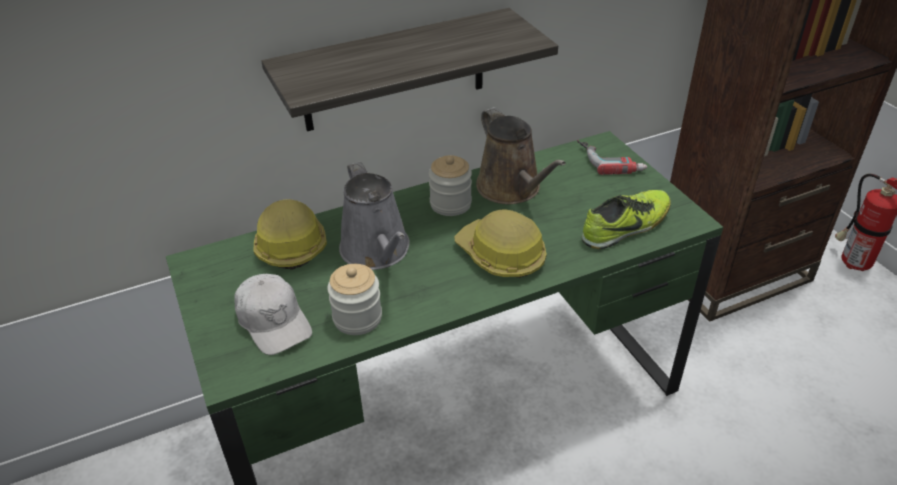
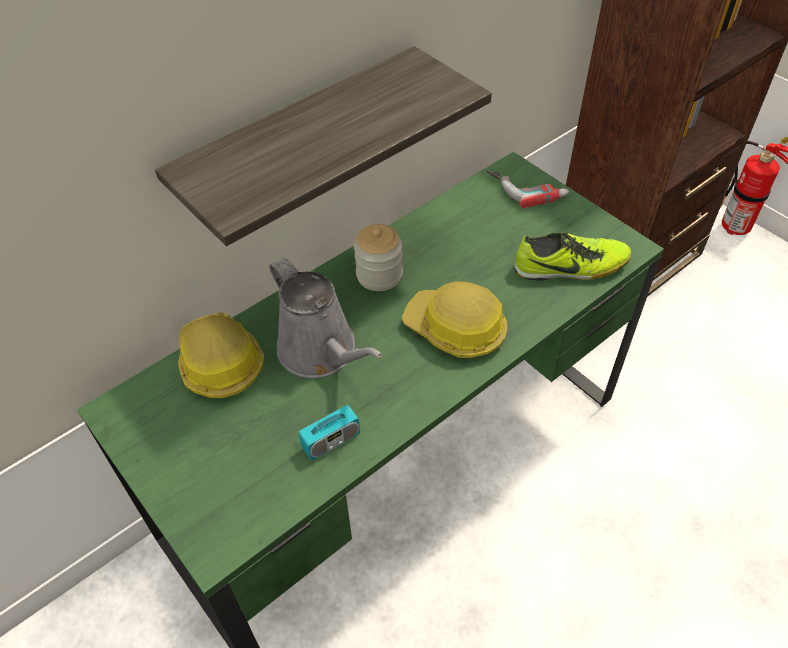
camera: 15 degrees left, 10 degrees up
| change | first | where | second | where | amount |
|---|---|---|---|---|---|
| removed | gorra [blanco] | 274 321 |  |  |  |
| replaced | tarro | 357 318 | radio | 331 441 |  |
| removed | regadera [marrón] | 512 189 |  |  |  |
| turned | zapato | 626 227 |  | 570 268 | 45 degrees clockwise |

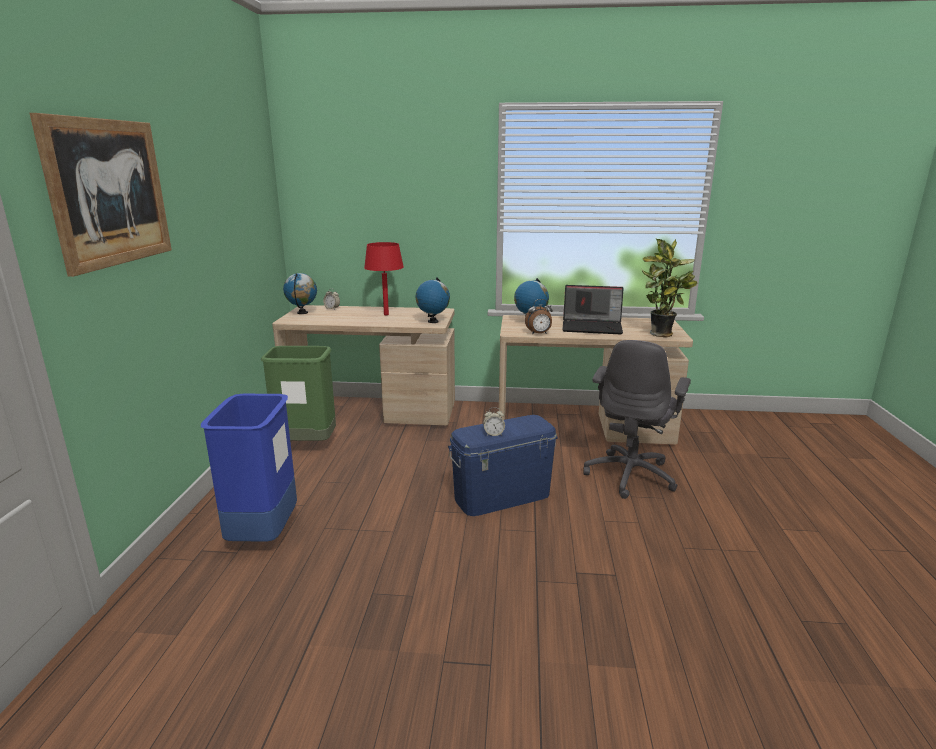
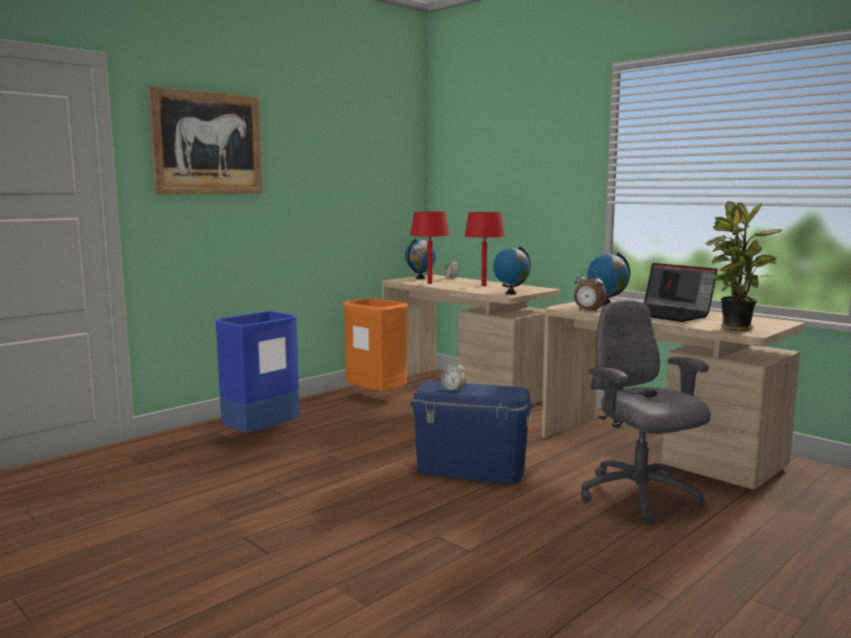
camera: 40 degrees right, 10 degrees down
| change | first | where | second | where | amount |
|---|---|---|---|---|---|
| recoloured | papelera [verde] | 306 445 | papelera [naranja] | 376 397 |  |
| turned | silla de oficina [gris] | 630 475 |  | 639 497 | 90 degrees clockwise |
| added |  |  | lámpara de mesa [rojo] | 430 283 |  |

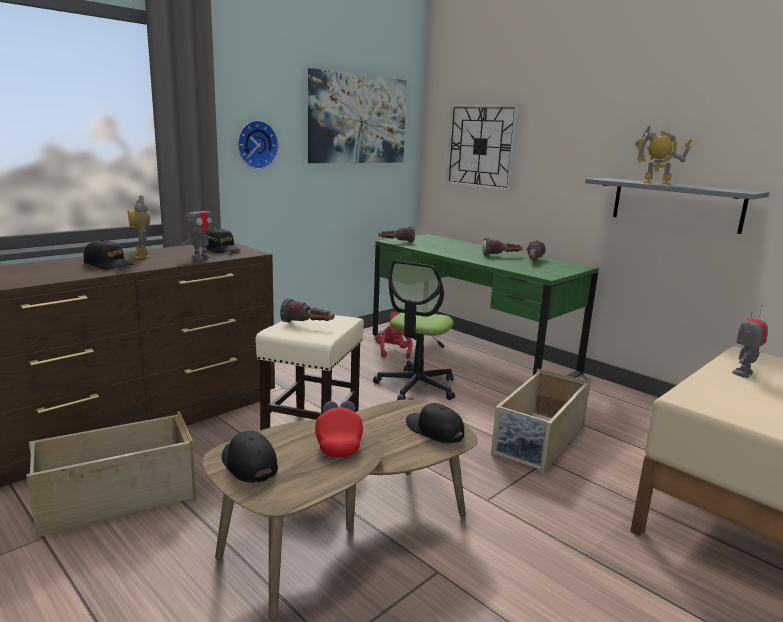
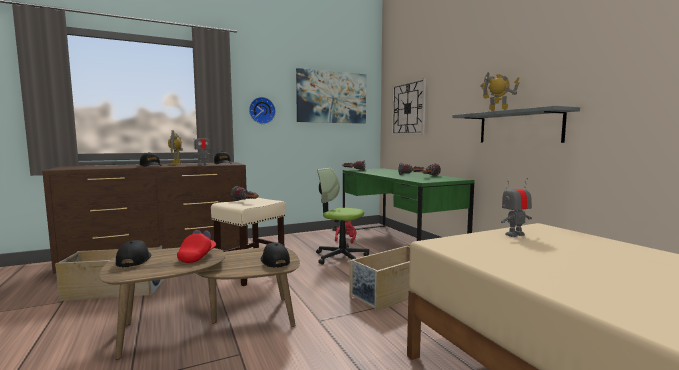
camera: 20 degrees right, 10 degrees down
| change | first | where | second | where | amount |
|---|---|---|---|---|---|
| turned | silla de oficina | 416 386 |  | 341 257 | 75 degrees clockwise |

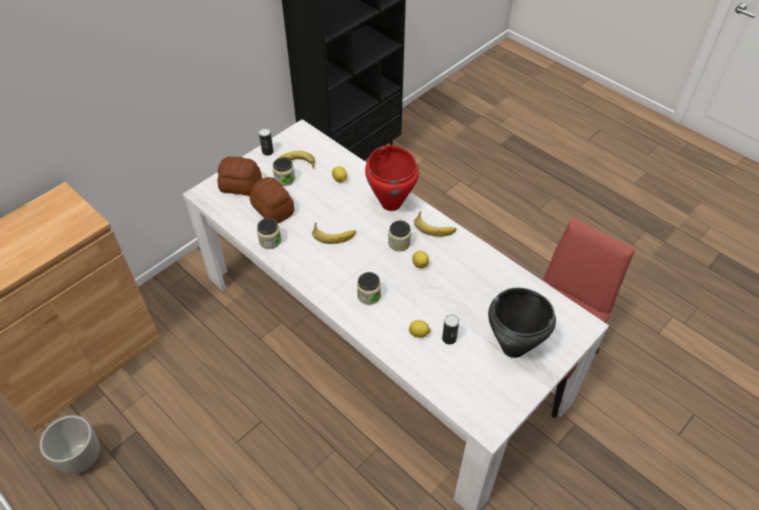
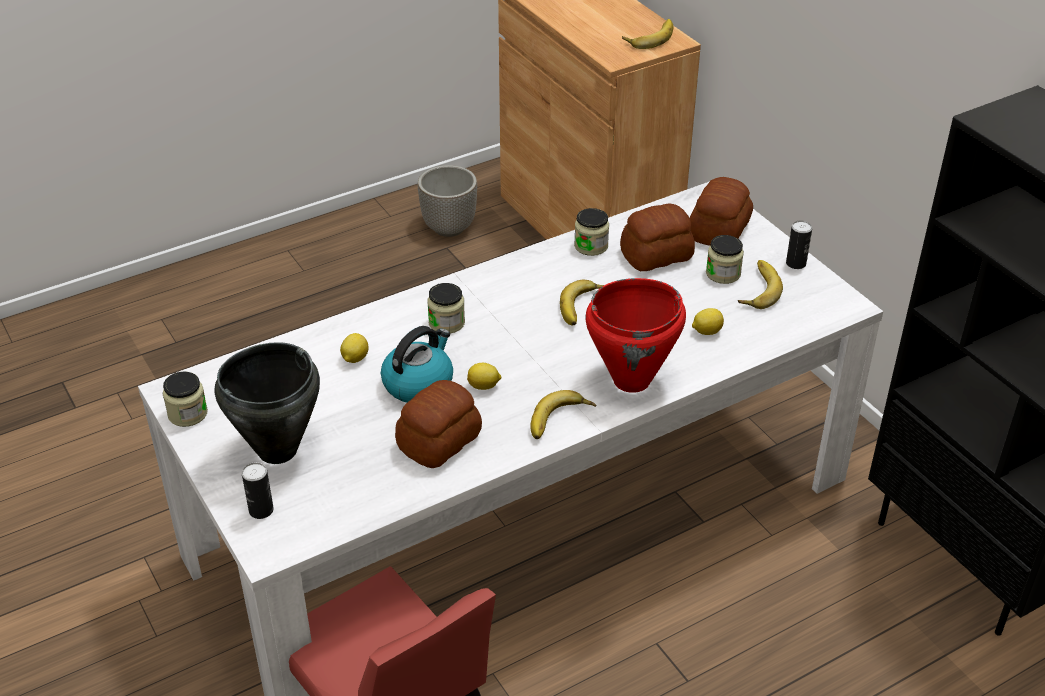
camera: 105 degrees right, 10 degrees down
| change | first | where | second | where | amount |
|---|---|---|---|---|---|
| moved | tarro | 399 243 |  | 187 414 |  |
| moved | lata | 449 338 |  | 261 510 |  |
| added |  |  | hervidor | 418 383 |  |
| added |  |  | pan | 441 441 |  |
| added |  |  | plátano | 649 37 |  |

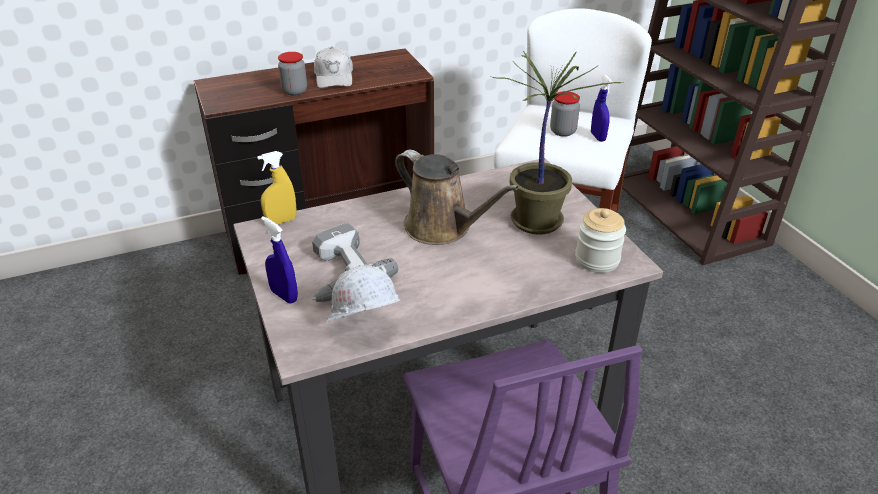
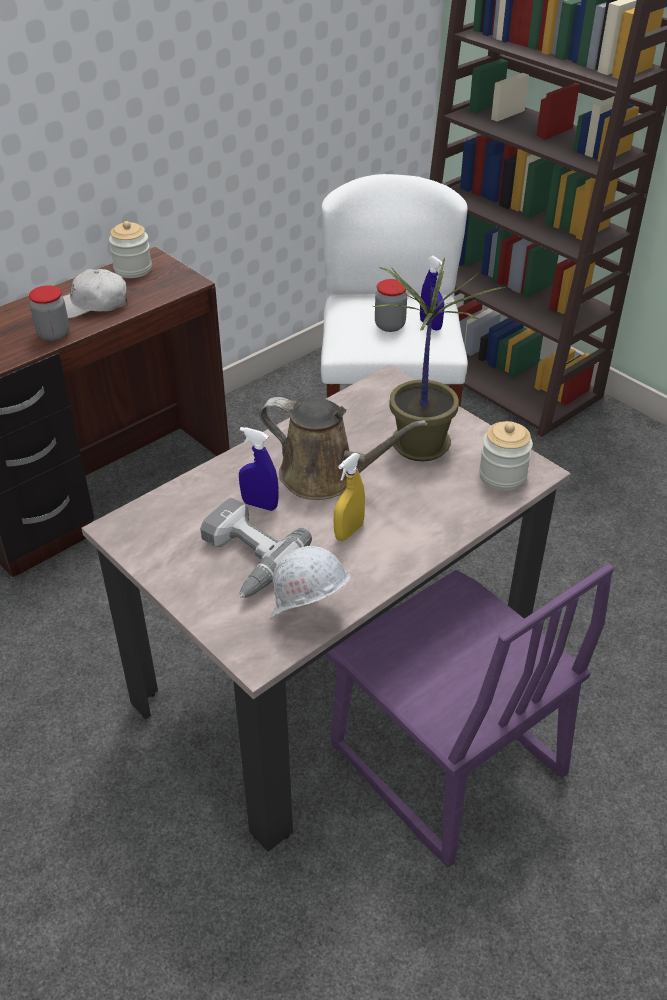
camera: 20 degrees left, 5 degrees up
| change | first | where | second | where | amount |
|---|---|---|---|---|---|
| moved | pulverizador [amarillo] | 281 221 |  | 349 532 |  |
| moved | pulverizador [azul] | 284 296 |  | 260 505 |  |
| turned | gorra [blanco] | 334 77 |  | 92 305 | 105 degrees clockwise |
| added |  |  | tarro | 133 269 |  |

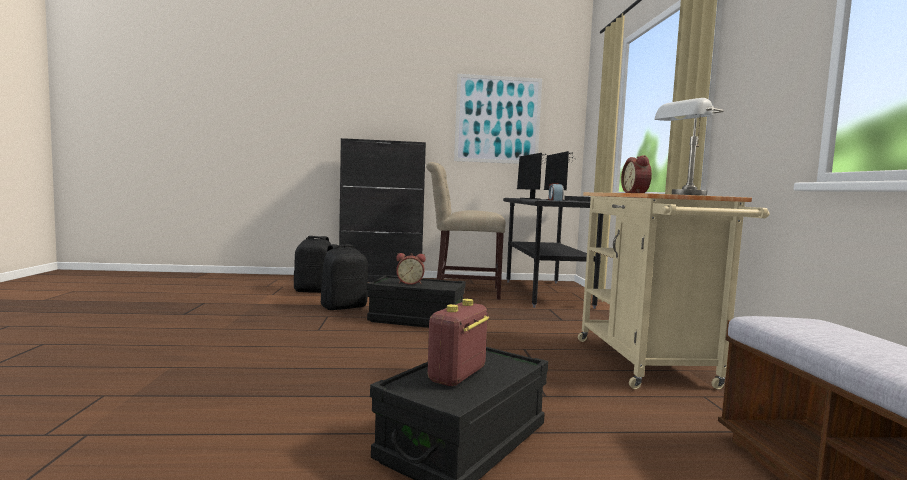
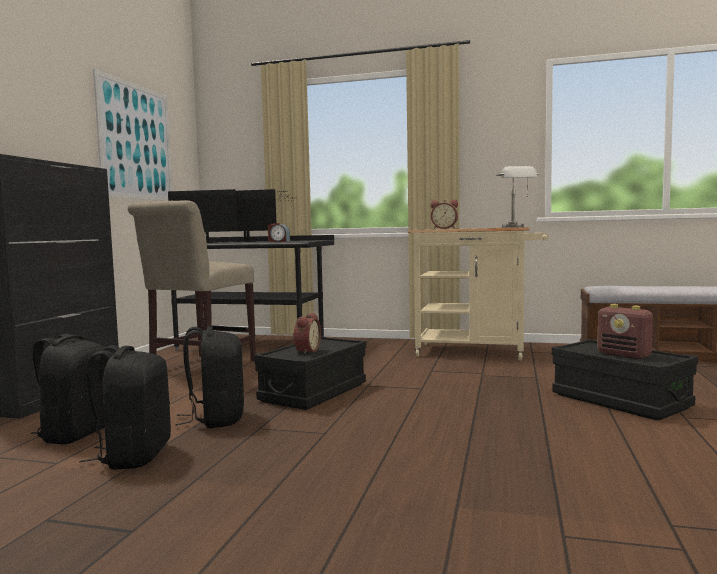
camera: 70 degrees left, 0 degrees up
| change | first | where | second | where | amount |
|---|---|---|---|---|---|
| added |  |  | mochila [negro] | 133 456 |  |

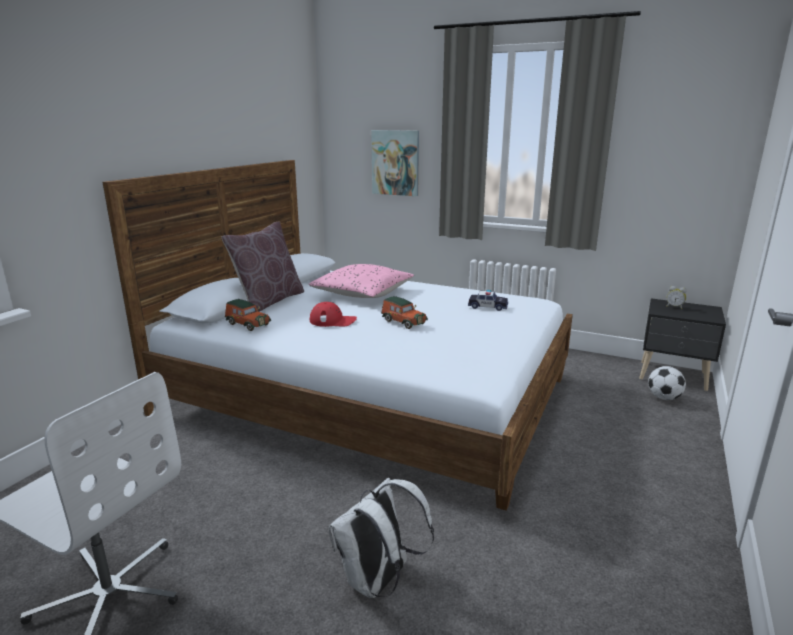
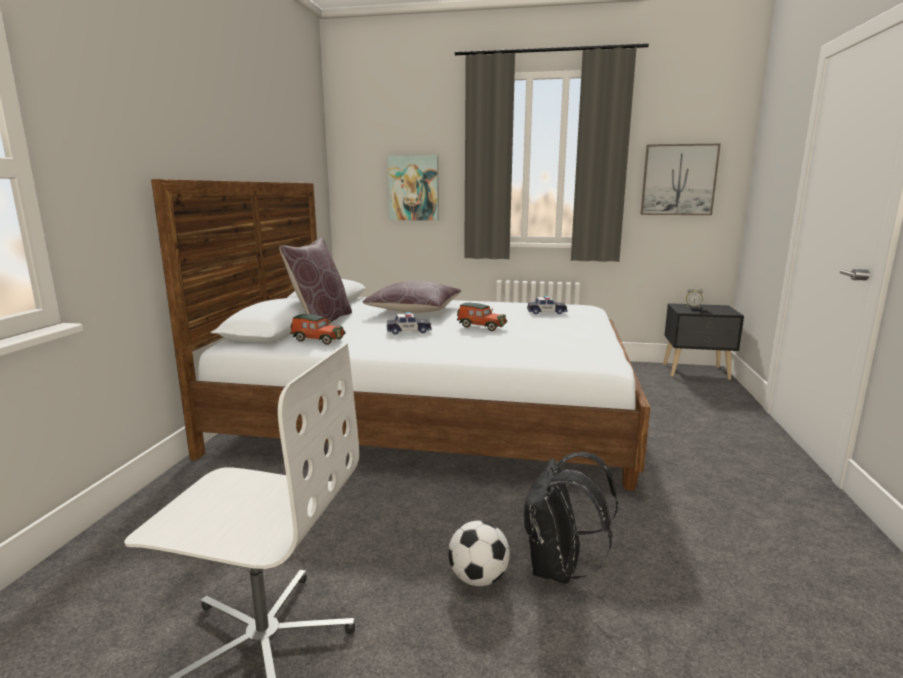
camera: 15 degrees left, 5 degrees down
| change | first | where | second | where | amount |
|---|---|---|---|---|---|
| recoloured | cojín [rosa] | 363 293 | cojín [marrón] | 414 310 |  |
| replaced | gorra [rojo] | 333 321 | coche de juguete | 408 331 |  |
| recoloured | mochila [blanco] | 378 581 | mochila [negro] | 559 569 |  |
| moved | balón de fútbol | 664 398 |  | 478 578 |  |
| added |  |  | cuadro | 678 180 |  |

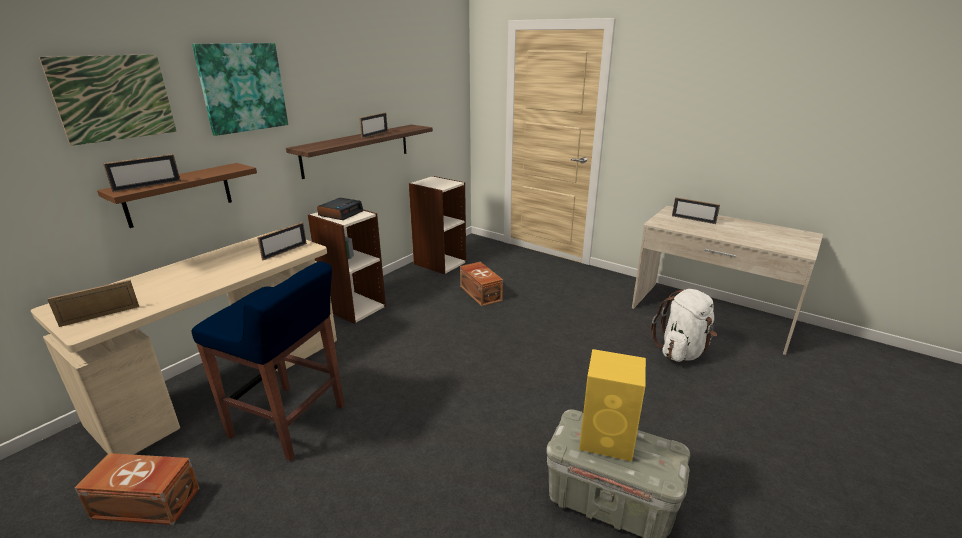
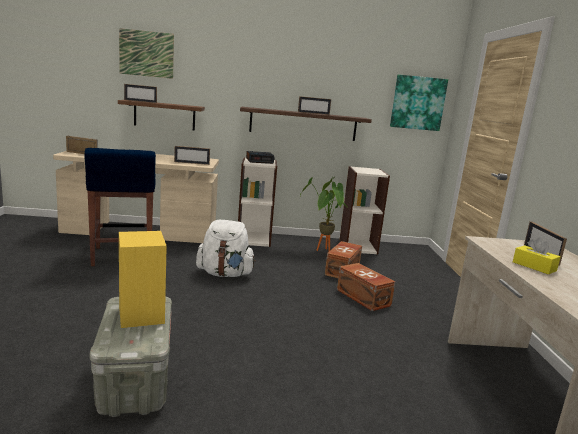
camera: 50 degrees right, 10 degrees down
| change | first | where | second | where | amount |
|---|---|---|---|---|---|
| moved | caja de almacenaje [marrón] | 146 504 |  | 363 298 |  |
| moved | cuadro | 242 87 |  | 418 103 |  |
| moved | mochila [blanco] | 682 351 |  | 225 274 |  |
| added |  |  | planta en maceta | 322 251 |  |
| added |  |  | caja de pañuelos [amarillo] | 534 266 |  |

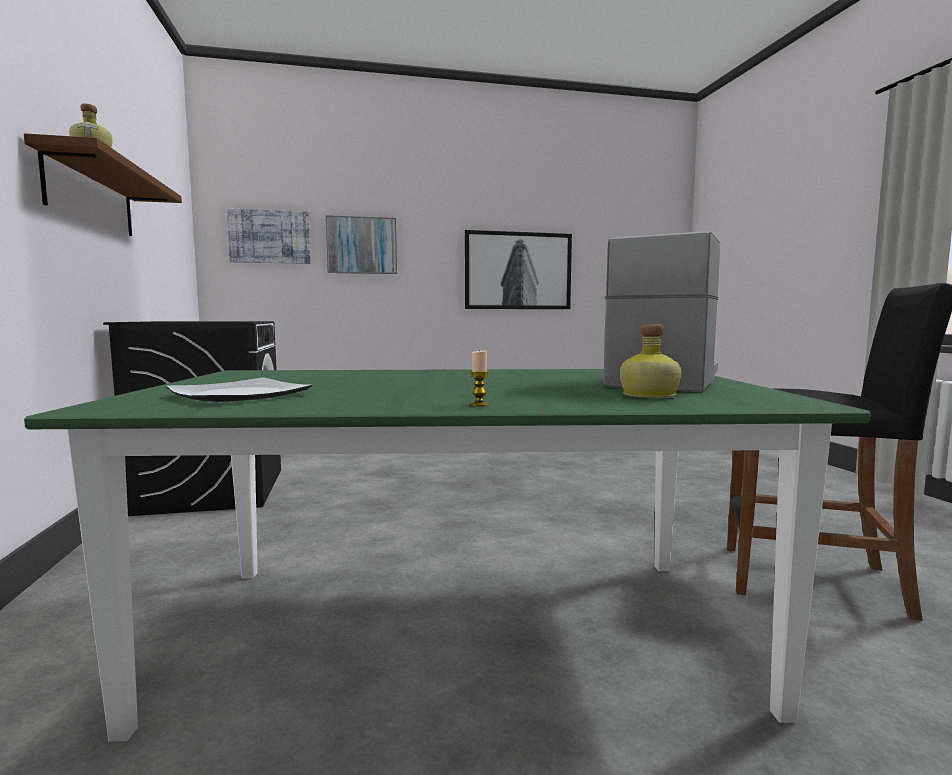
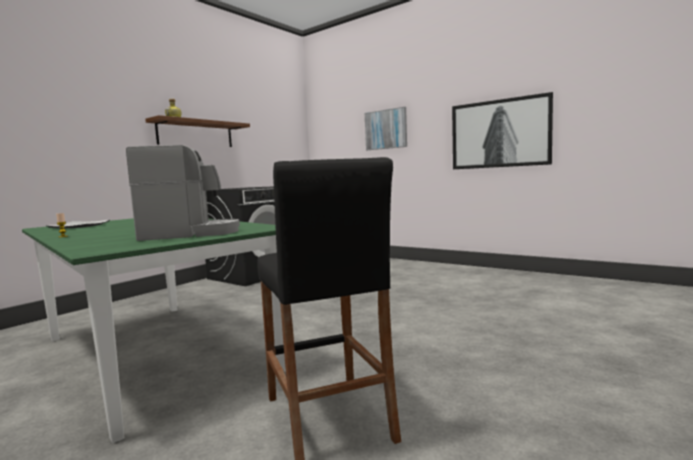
camera: 50 degrees right, 0 degrees up
| change | first | where | second | where | amount |
|---|---|---|---|---|---|
| removed | cuadro | 269 237 |  |  |  |
| removed | botella | 647 396 |  |  |  |

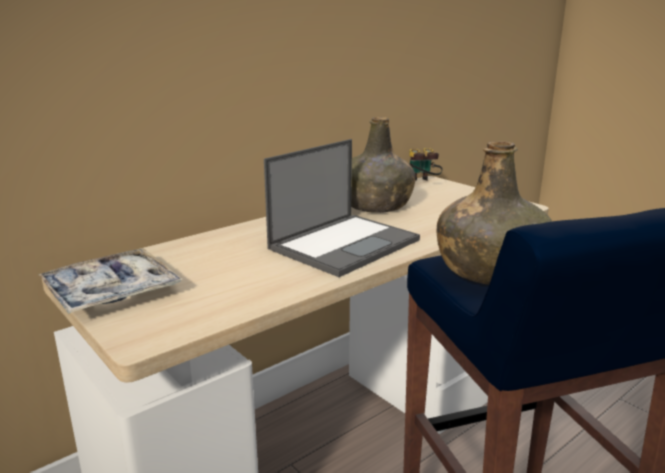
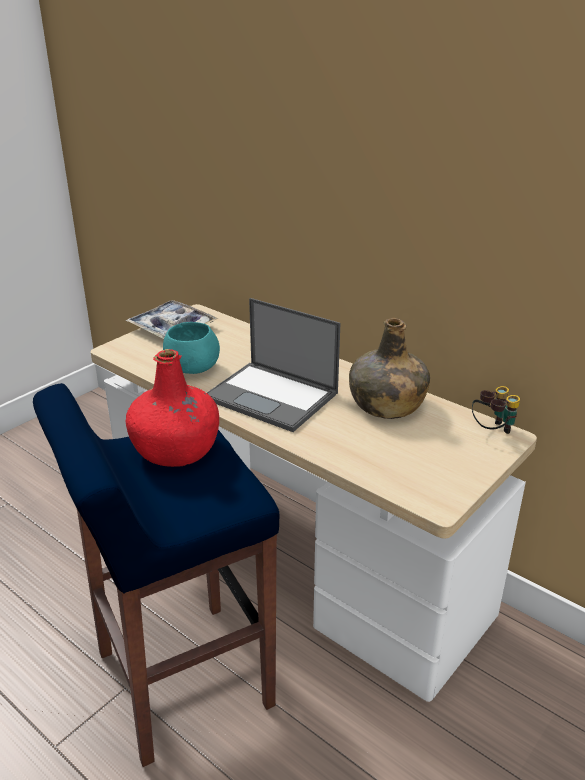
camera: 80 degrees right, 10 degrees up
| change | first | where | second | where | amount |
|---|---|---|---|---|---|
| recoloured | botella [verde] | 489 270 | botella [rojo] | 177 448 |  |
| added |  |  | cuenco [turquesa] | 192 368 |  |

